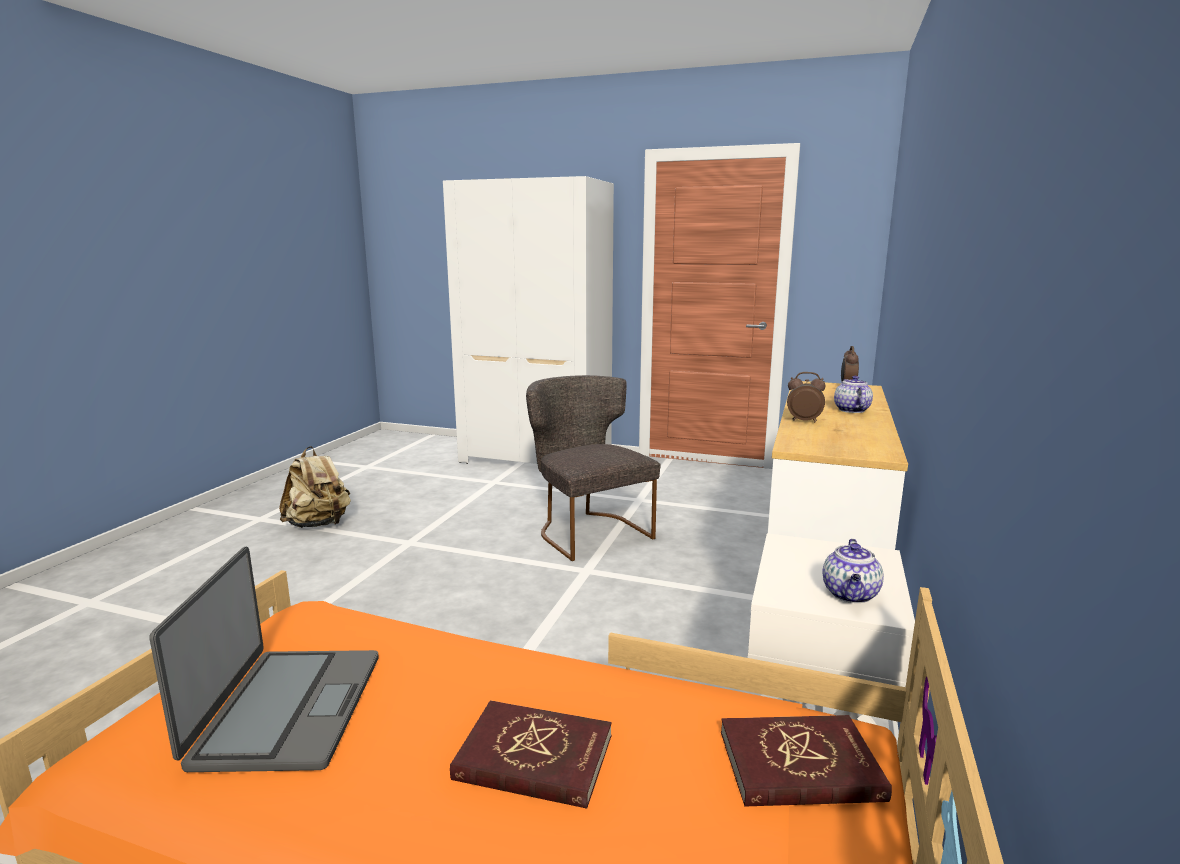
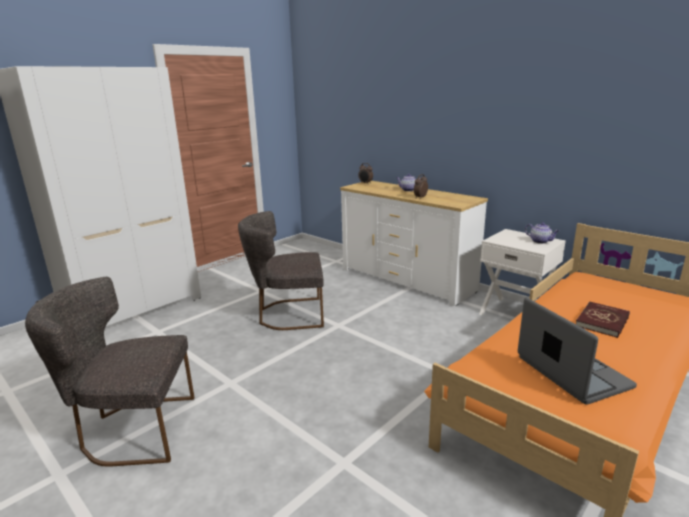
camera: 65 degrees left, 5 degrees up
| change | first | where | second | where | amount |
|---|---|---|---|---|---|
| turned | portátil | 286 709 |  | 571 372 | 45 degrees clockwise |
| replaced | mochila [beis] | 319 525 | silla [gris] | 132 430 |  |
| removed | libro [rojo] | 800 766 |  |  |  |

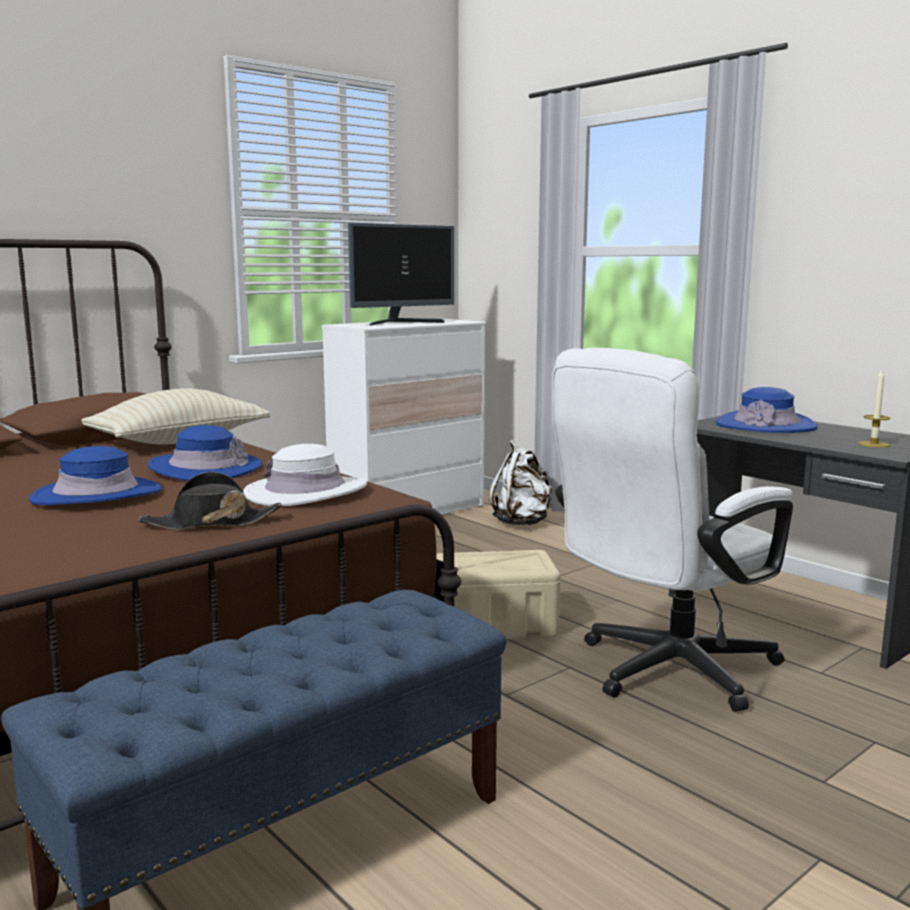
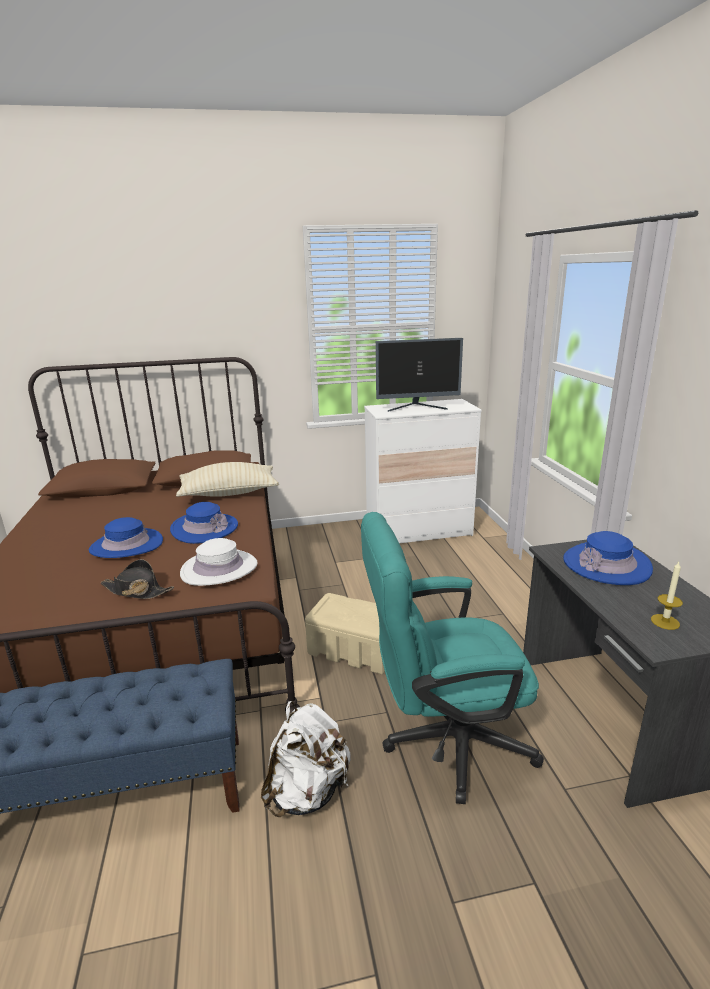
camera: 30 degrees right, 10 degrees up
| change | first | where | second | where | amount |
|---|---|---|---|---|---|
| moved | mochila [blanco] | 522 523 |  | 307 792 |  |
| recoloured | silla de oficina [blanco] | 664 672 | silla de oficina [turquesa] | 444 741 |  |

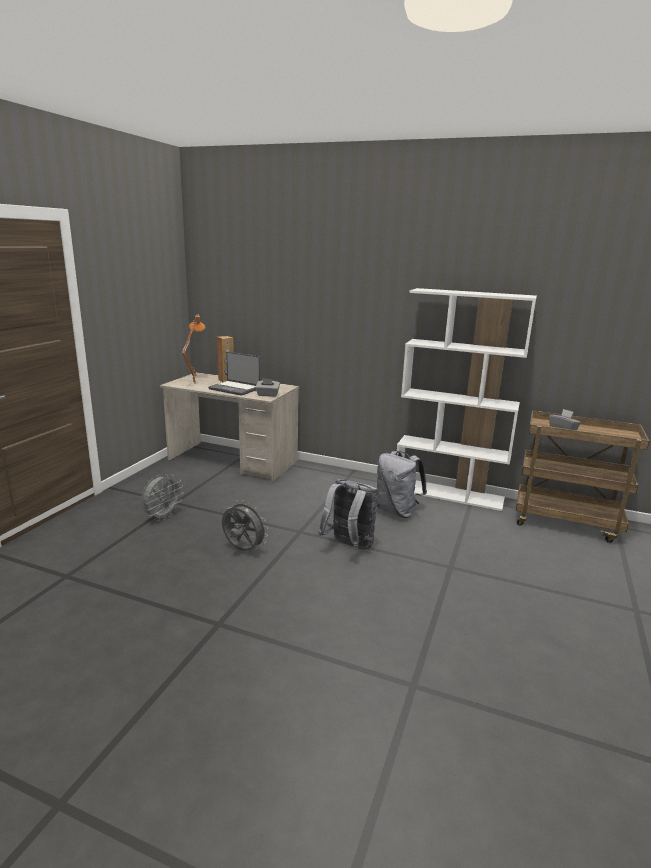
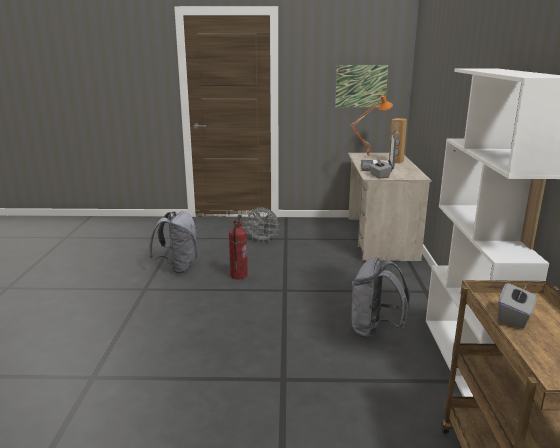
camera: 70 degrees right, 0 degrees up
| change | first | where | second | where | amount |
|---|---|---|---|---|---|
| replaced | ventilador [gris] | 243 550 | extintor | 238 275 |  |
| moved | mochila [gris] | 349 546 |  | 178 268 |  |
| added |  |  | cuadro | 361 86 |  |

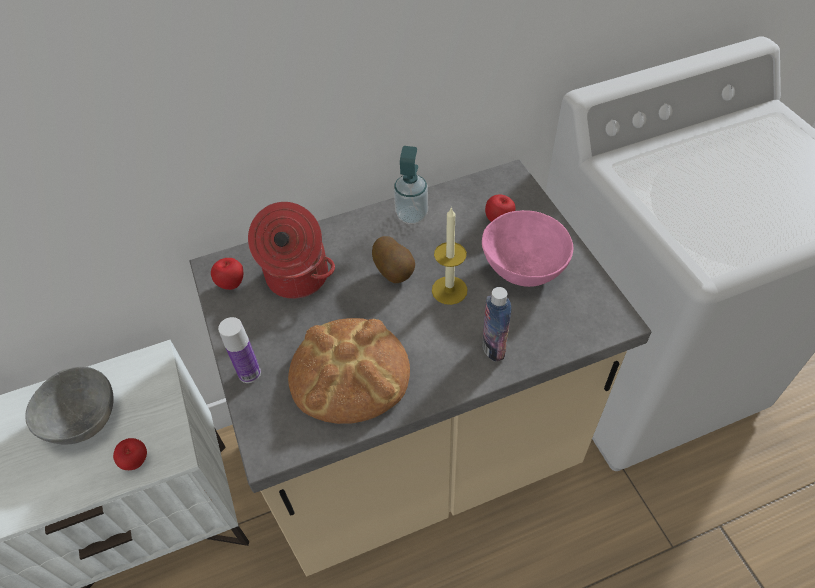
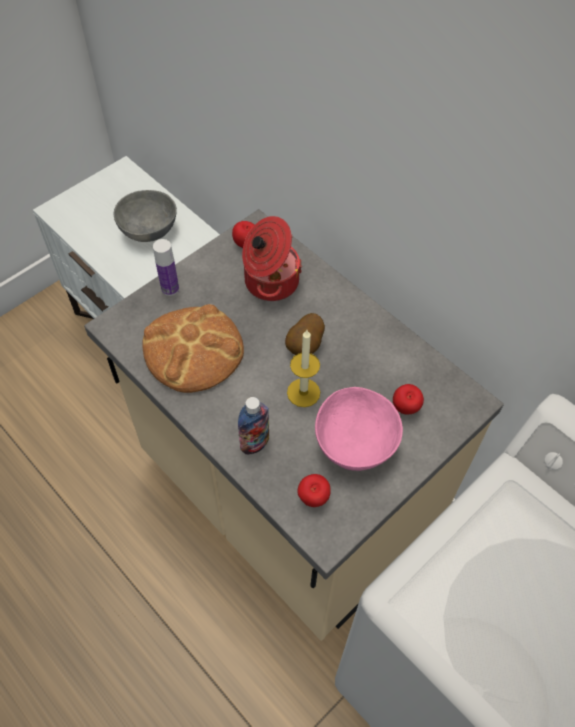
camera: 65 degrees right, 5 degrees up
| change | first | where | second | where | amount |
|---|---|---|---|---|---|
| moved | manzana | 136 462 |  | 313 498 |  |
| removed | dispensador de jabón | 411 215 |  |  |  |

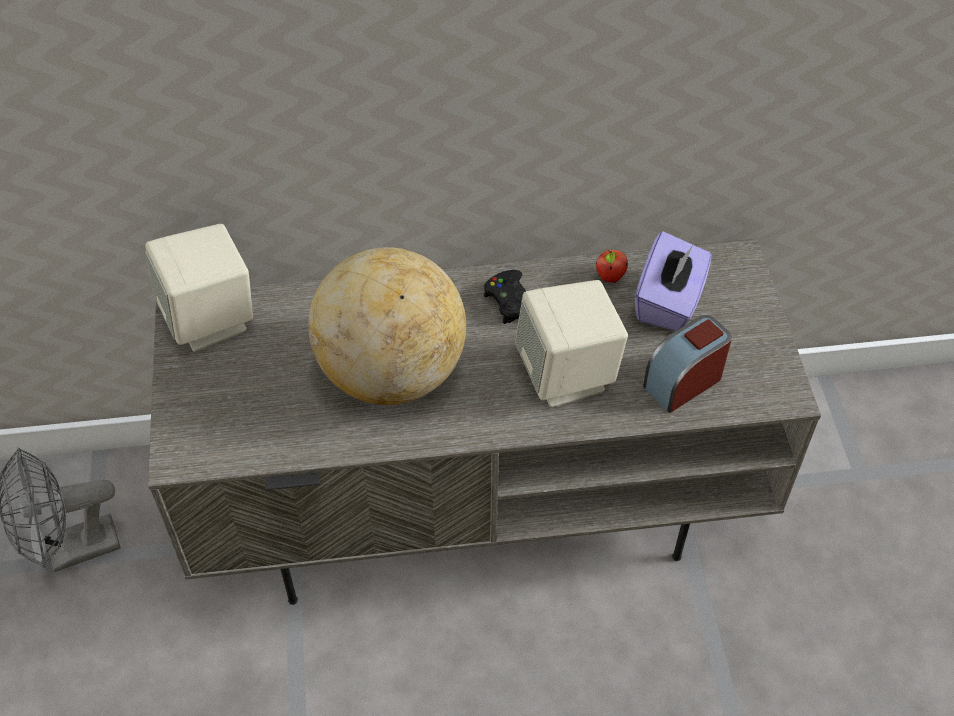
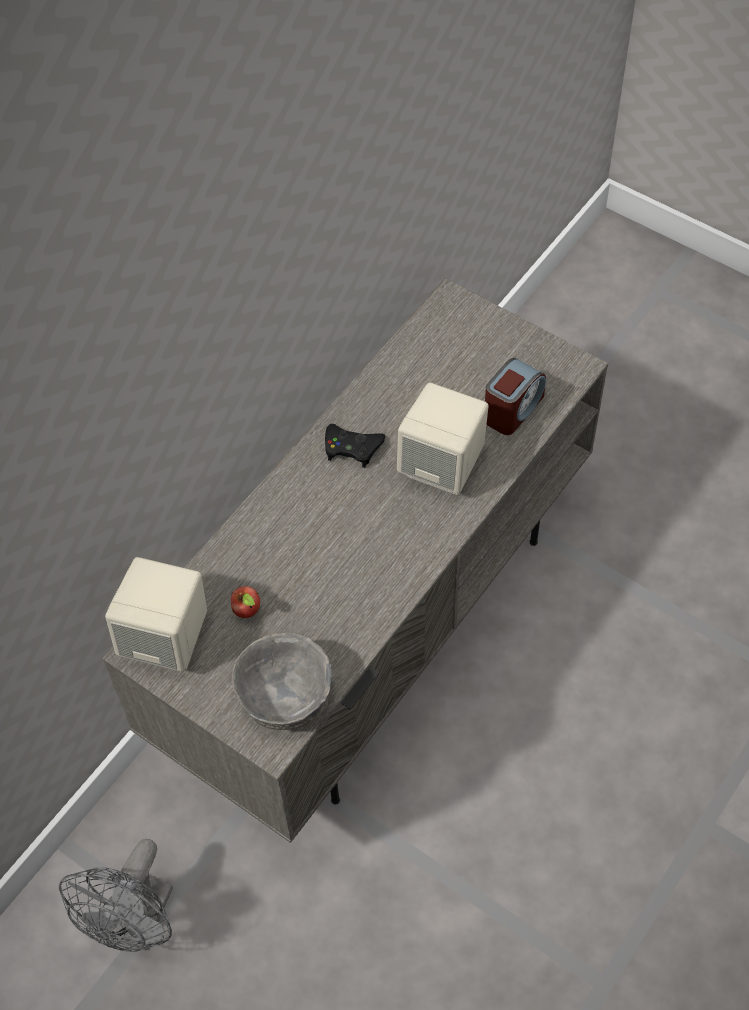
camera: 45 degrees left, 5 degrees up
| change | first | where | second | where | amount |
|---|---|---|---|---|---|
| removed | globo terráqueo | 392 373 |  |  |  |
| moved | manzana | 610 278 |  | 248 612 |  |
| removed | caja de pañuelos [morado] | 669 302 |  |  |  |
| turned | despertador | 683 381 |  | 512 409 | 150 degrees counterclockwise |
| added |  |  | cuenco [gris] | 287 696 |  |

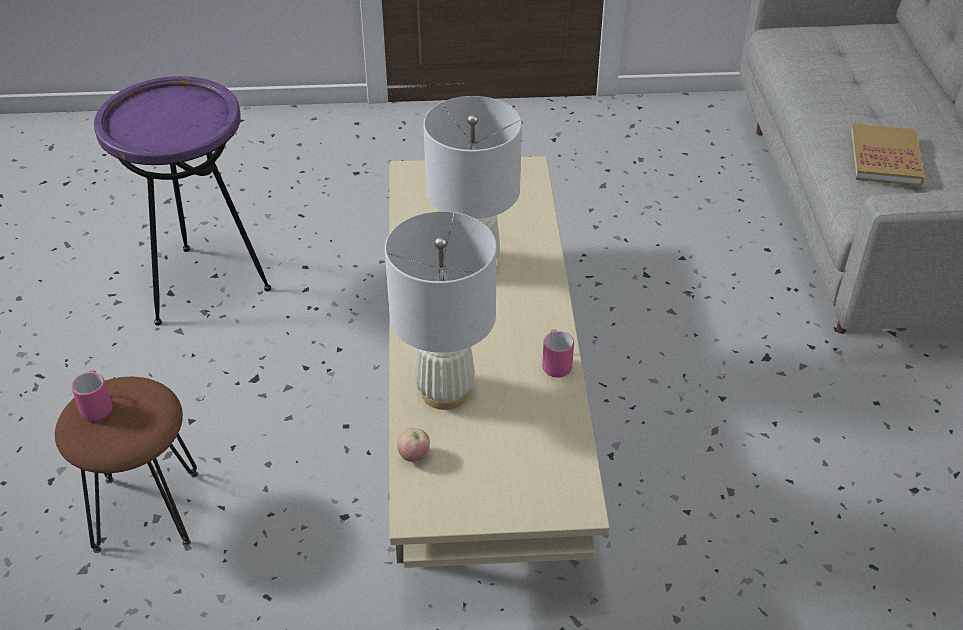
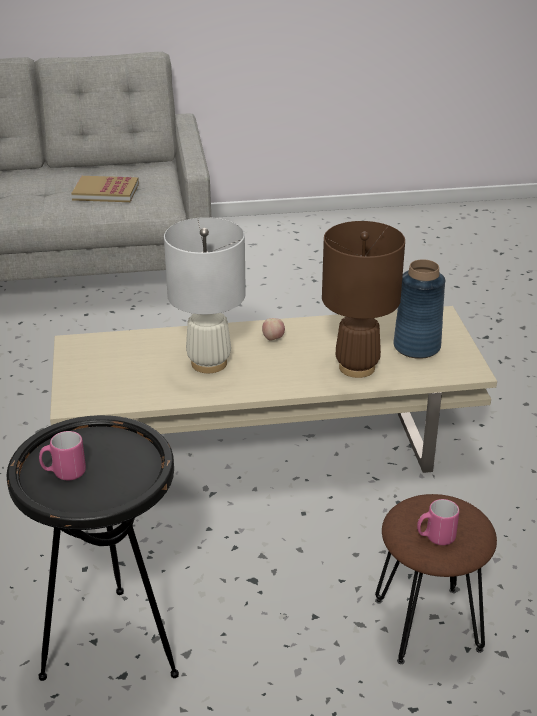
camera: 95 degrees left, 10 degrees down
| change | first | where | second | where | amount |
|---|---|---|---|---|---|
| recoloured | mesa auxiliar [morado] | 205 286 | mesa auxiliar [negro] | 112 646 |  |
| recoloured | lámpara de mesa [blanco] | 444 391 | lámpara de mesa [marrón] | 357 367 |  |
| moved | manzana | 414 456 |  | 273 339 |  |
| moved | taza grande [rosa] | 555 364 |  | 64 473 |  |
| added |  |  | florero [azul] | 416 346 |  |

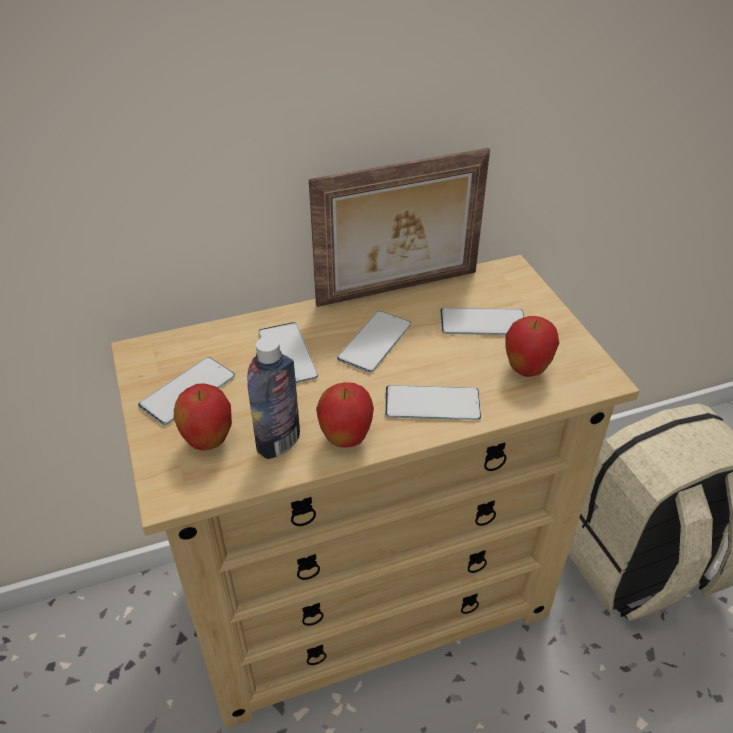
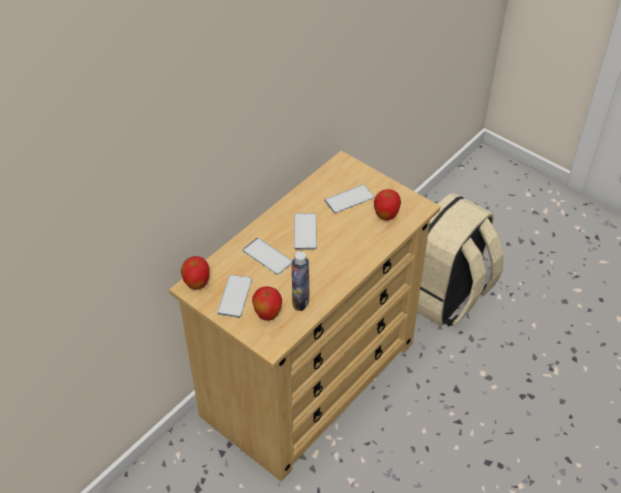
camera: 30 degrees left, 5 degrees up
| change | first | where | second | where | amount |
|---|---|---|---|---|---|
| removed | portarretratos | 398 290 |  |  |  |
| moved | manzana | 346 439 |  | 197 285 |  |
| removed | móvil | 432 403 |  |  |  |

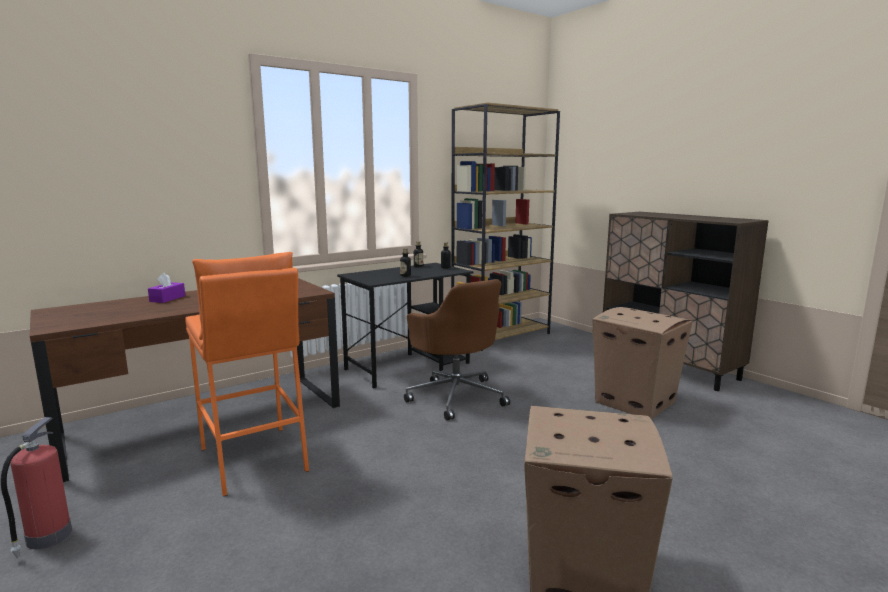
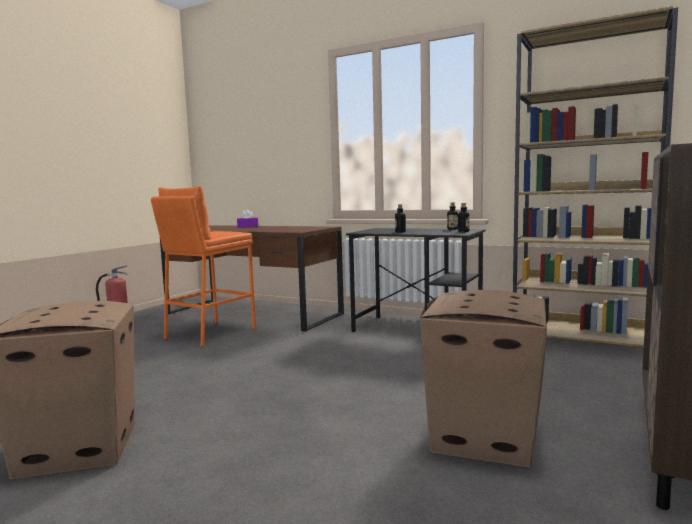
camera: 65 degrees right, 5 degrees down
| change | first | where | second | where | amount |
|---|---|---|---|---|---|
| removed | silla de oficina [marrón] | 456 396 |  |  |  |

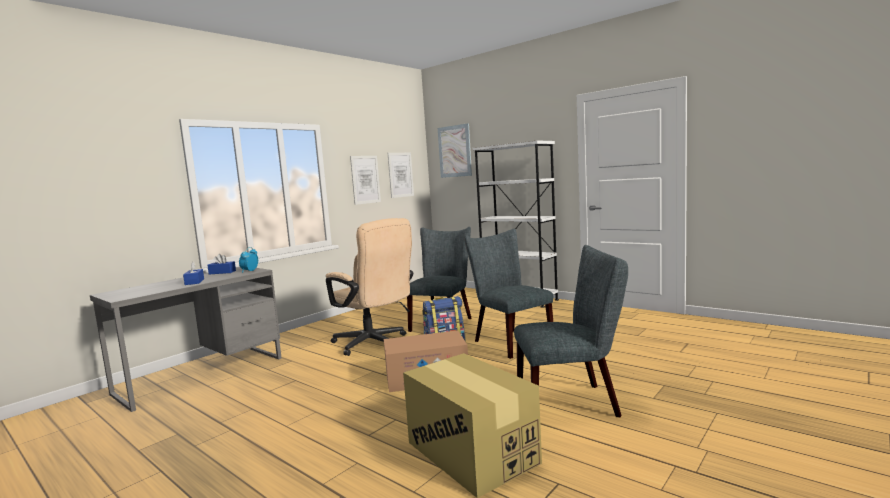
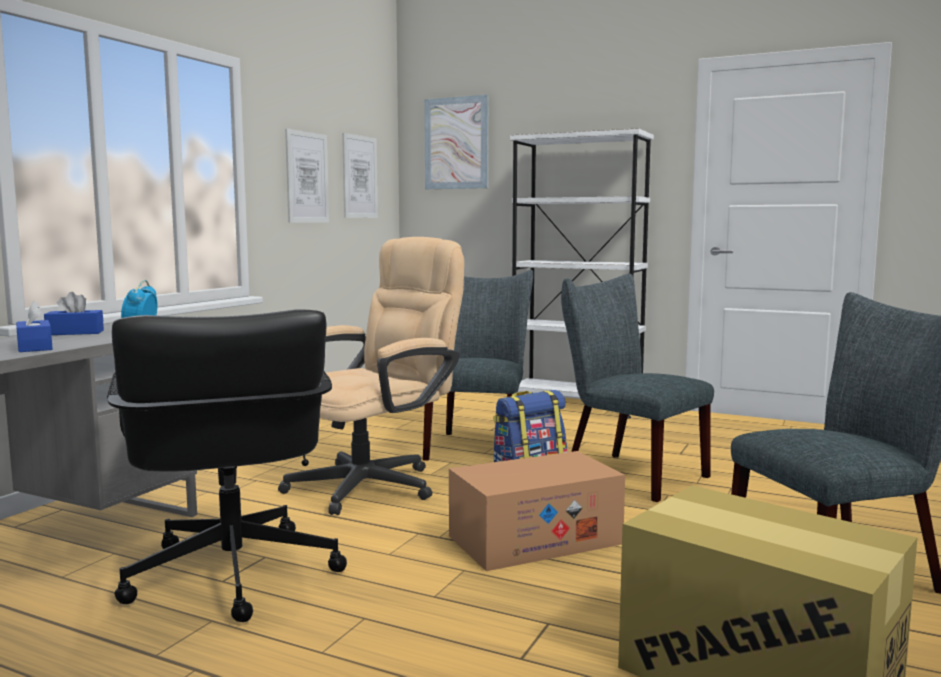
camera: 15 degrees left, 0 degrees up
| change | first | where | second | where | amount |
|---|---|---|---|---|---|
| turned | silla de oficina [beis] | 374 344 |  | 376 483 | 75 degrees counterclockwise |
| added |  |  | silla de oficina [negro] | 231 576 |  |

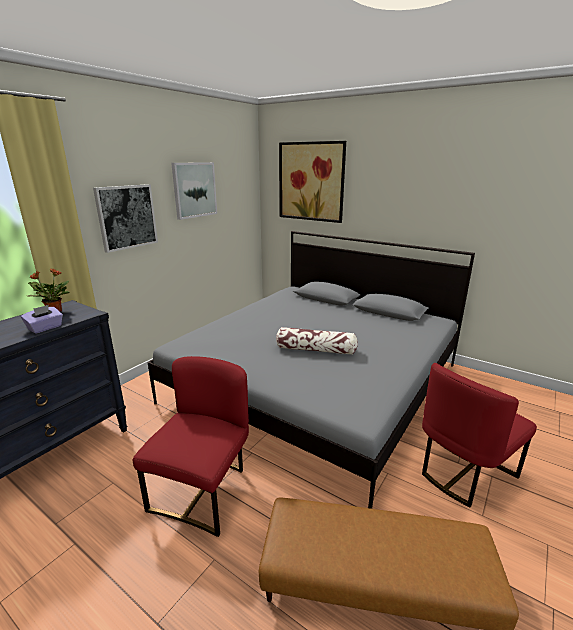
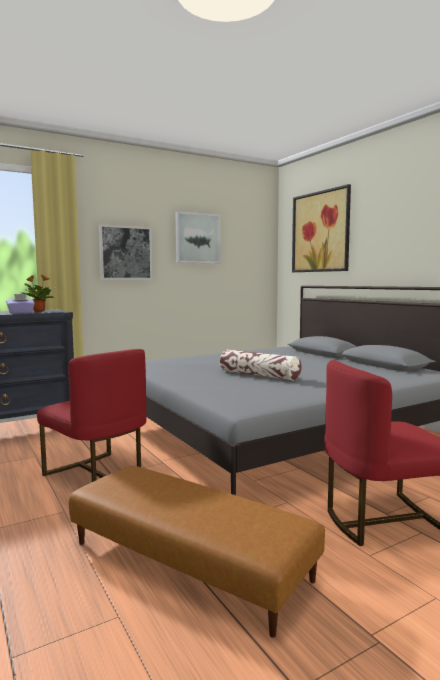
camera: 25 degrees right, 15 degrees down
| change | first | where | second | where | amount |
|---|---|---|---|---|---|
| turned | silla [rojo] | 203 491 |  | 97 475 | 90 degrees clockwise |

